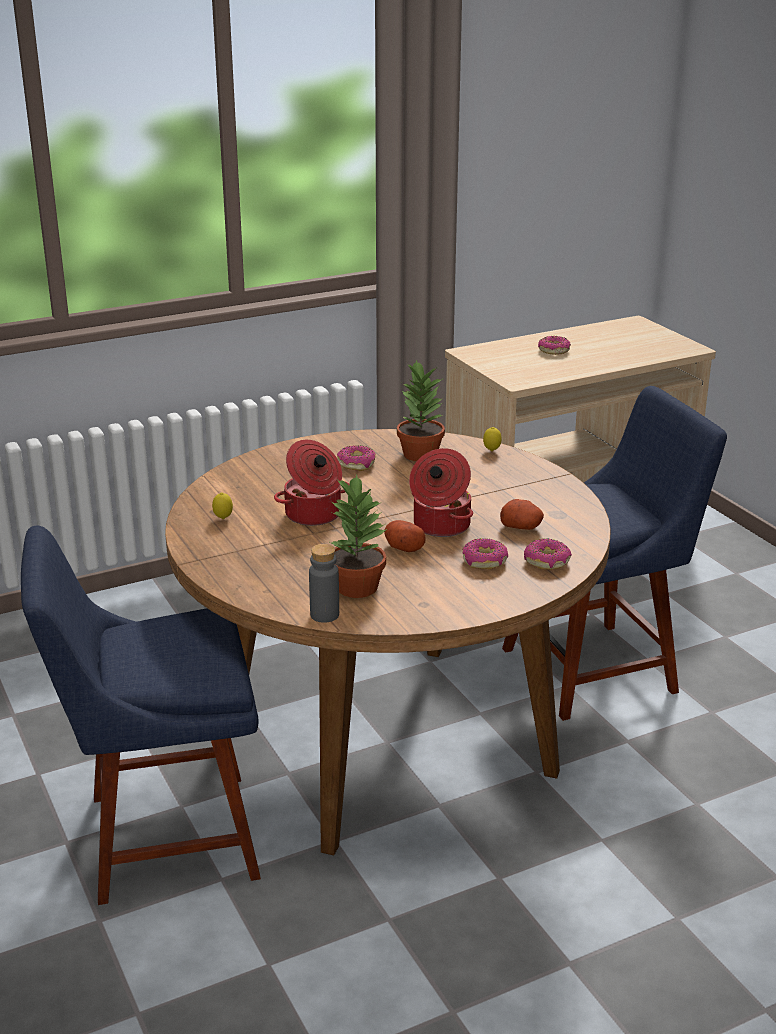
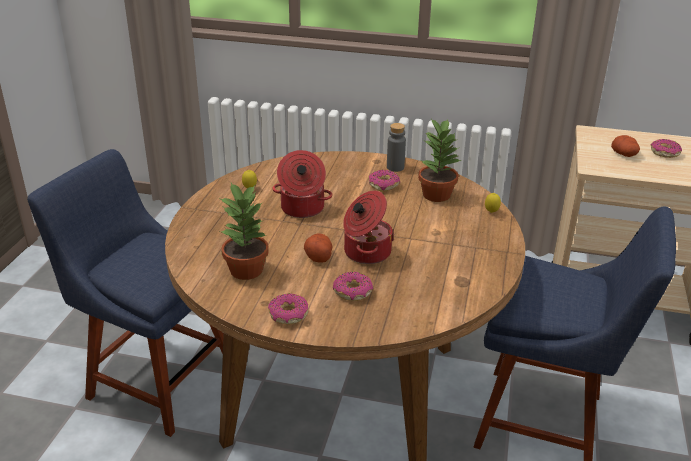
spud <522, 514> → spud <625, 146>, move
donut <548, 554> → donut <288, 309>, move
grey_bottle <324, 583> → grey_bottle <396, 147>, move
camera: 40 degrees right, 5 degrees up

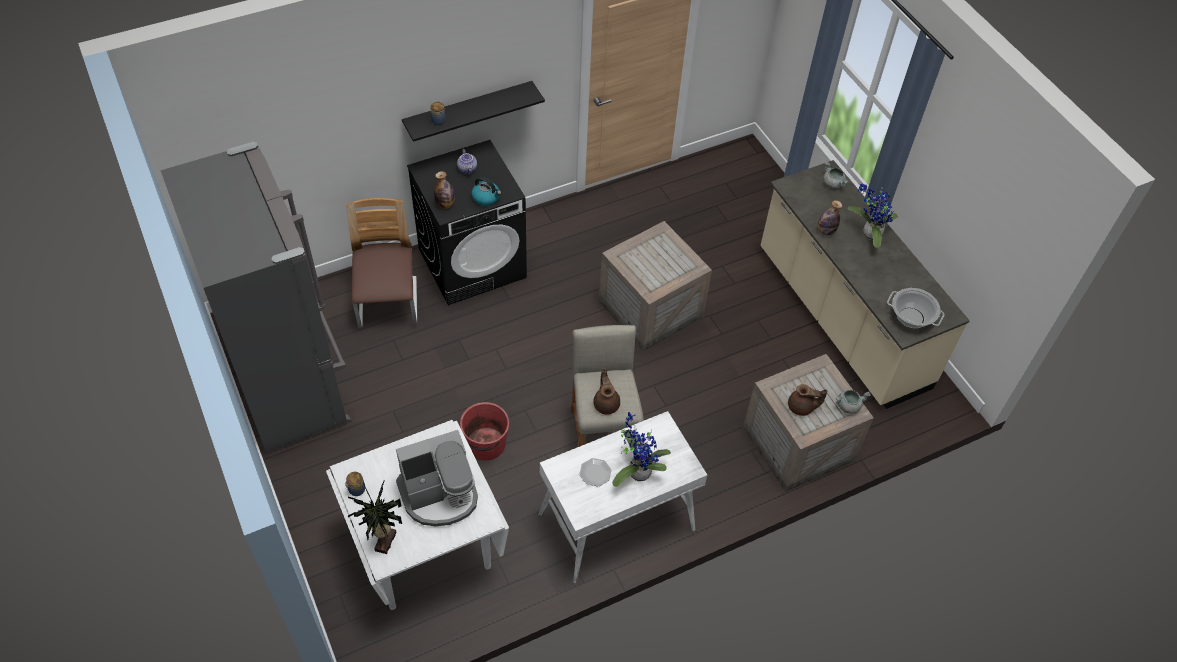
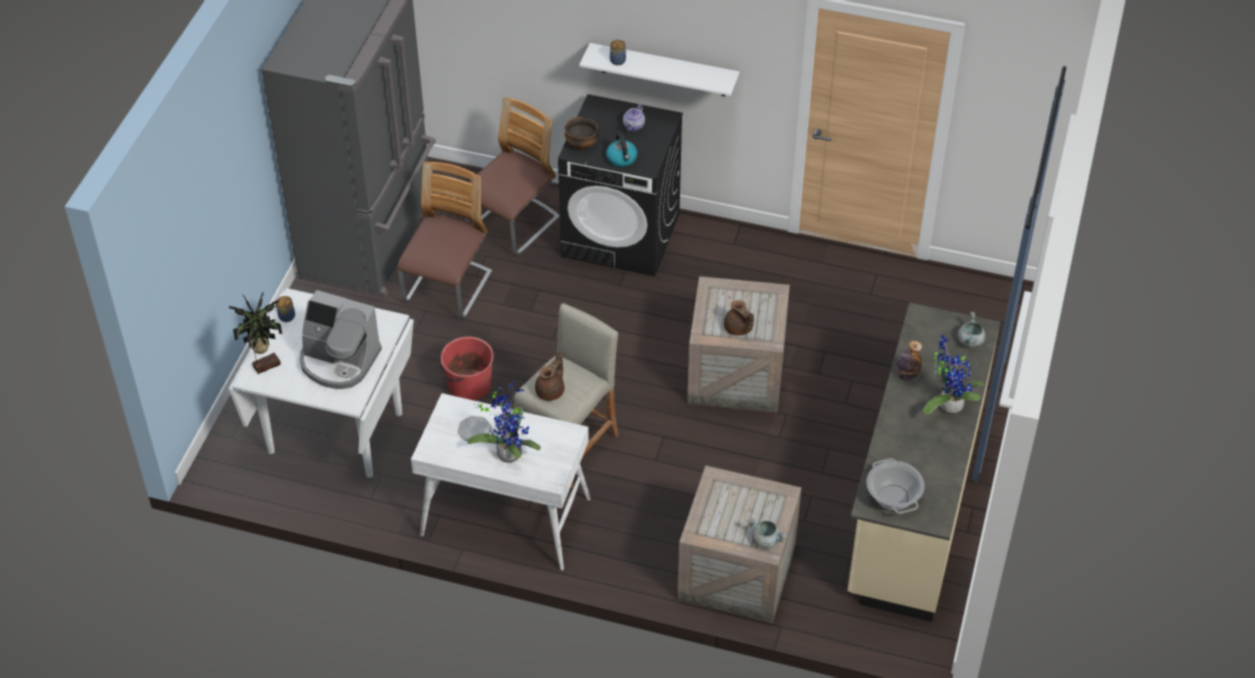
black-coloured_shelf <473, 111> → whitish_shelf <659, 69>
bottle <444, 190> → serving_bowl <582, 133>
brown_teapot <808, 400> → brown_teapot <739, 318>, move
- → plain_chair <444, 240>
camera: 45 degrees right, 5 degrees down

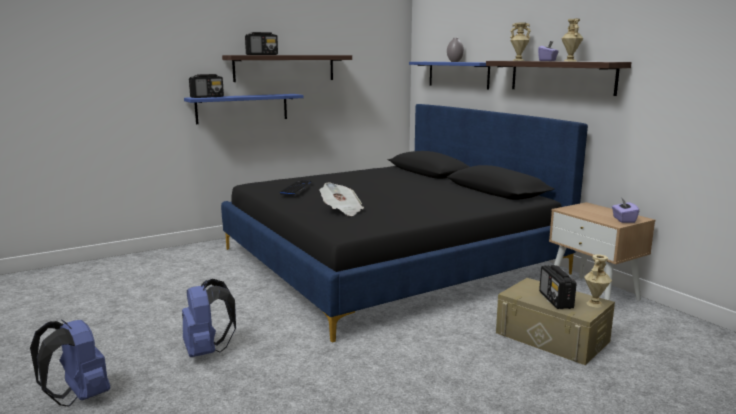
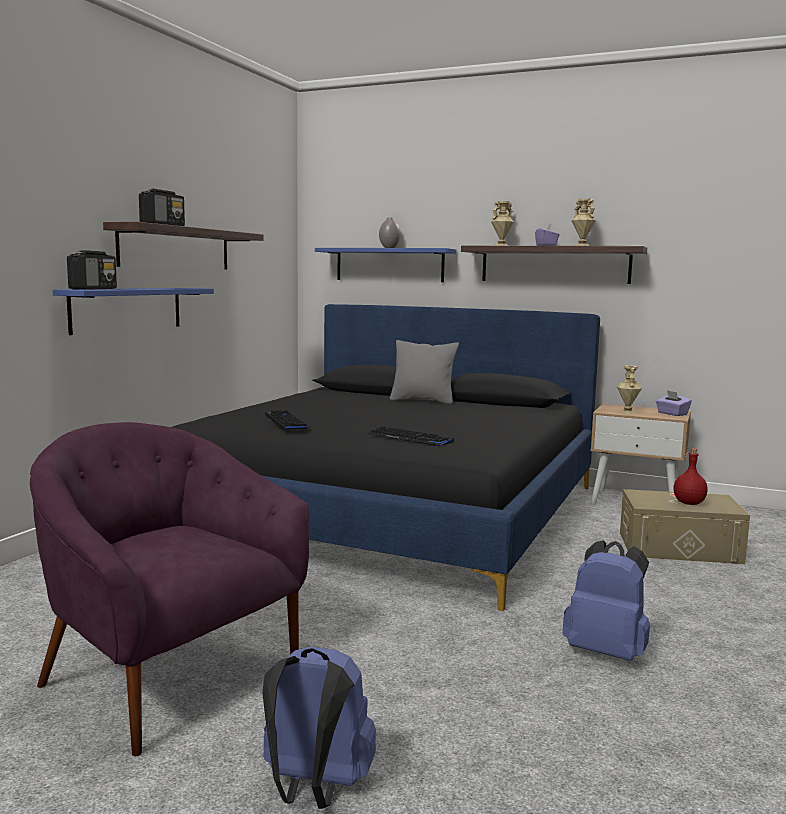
newspaper <341, 199> → PC_keyboard <410, 436>
beige-coloured_flower_vase <598, 281> → beige-coloured_flower_vase <629, 389>, move
radio <558, 287> → red-coloured_bottle <691, 477>
bluish_backpack <209, 318> → bluish_backpack <606, 600>, move
- → grey_throw_pillow <424, 372>
- → purple-coloured_armchair <170, 589>
camera: 35 degrees left, 5 degrees down

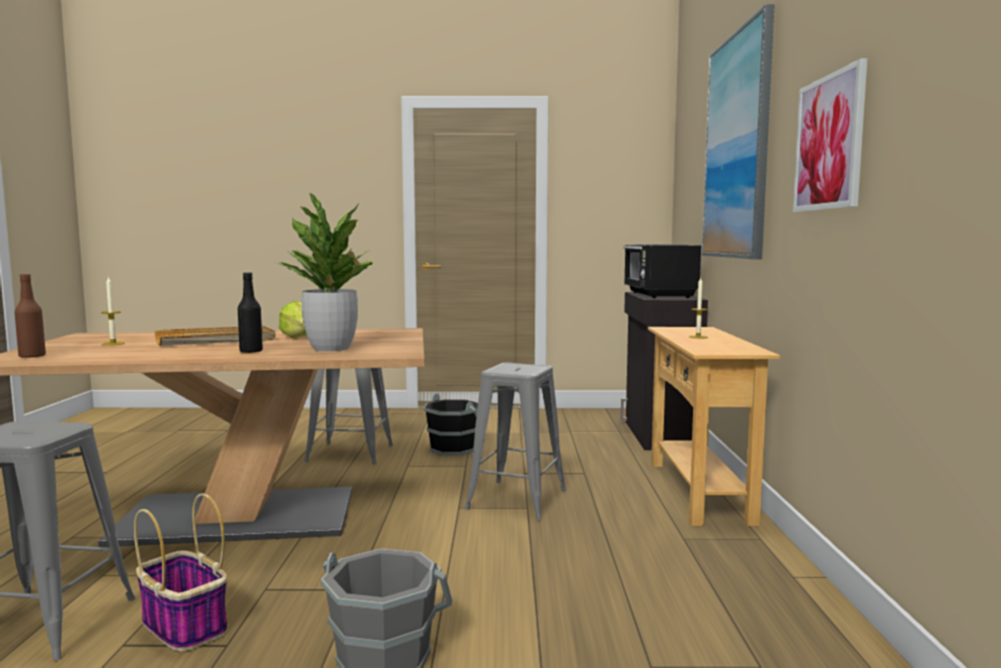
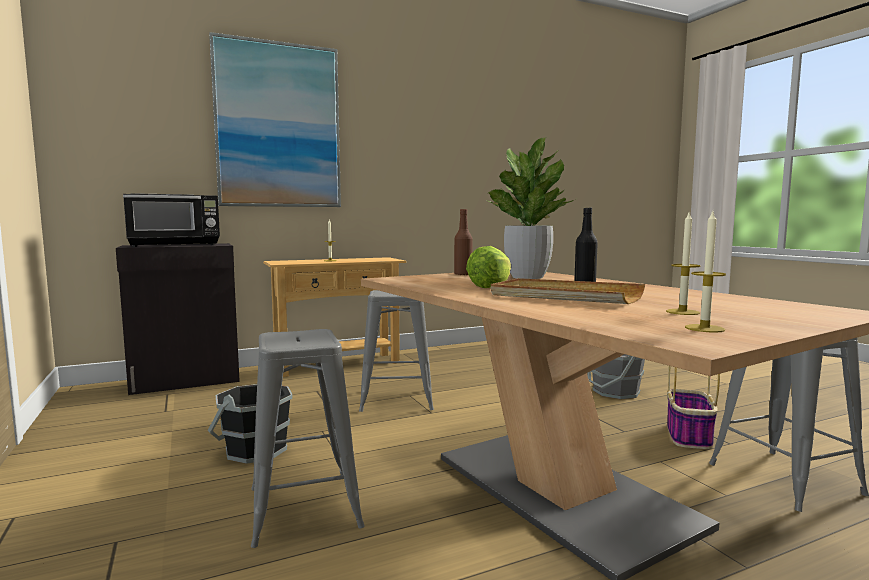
wall_picture <830, 135> → -
brown_bottle <30, 316> → brown_bottle <463, 242>, move
- → wax_candle <705, 272>
camera: 115 degrees left, 0 degrees up

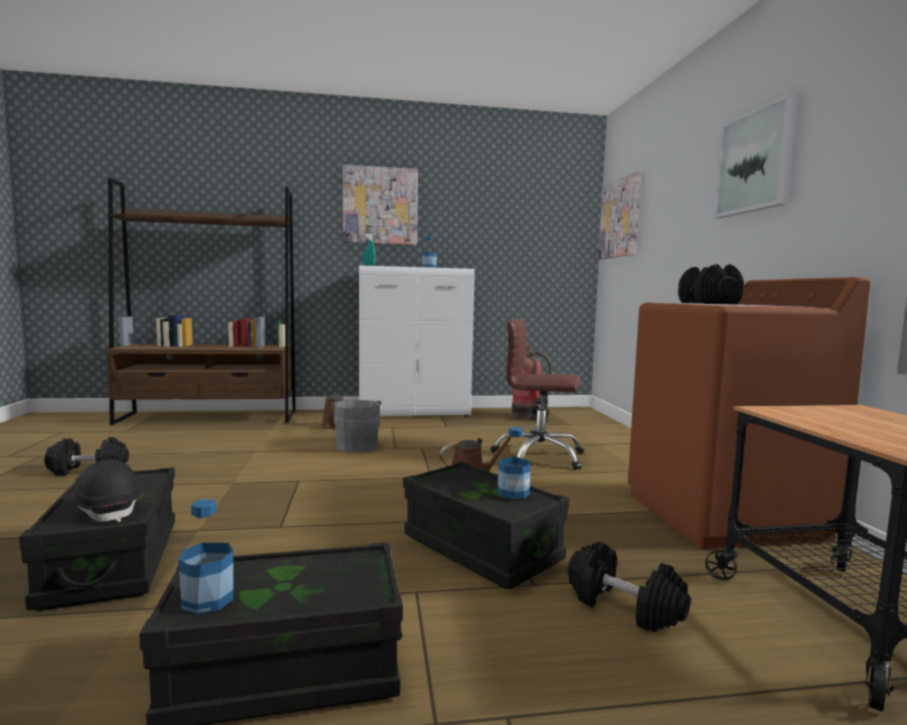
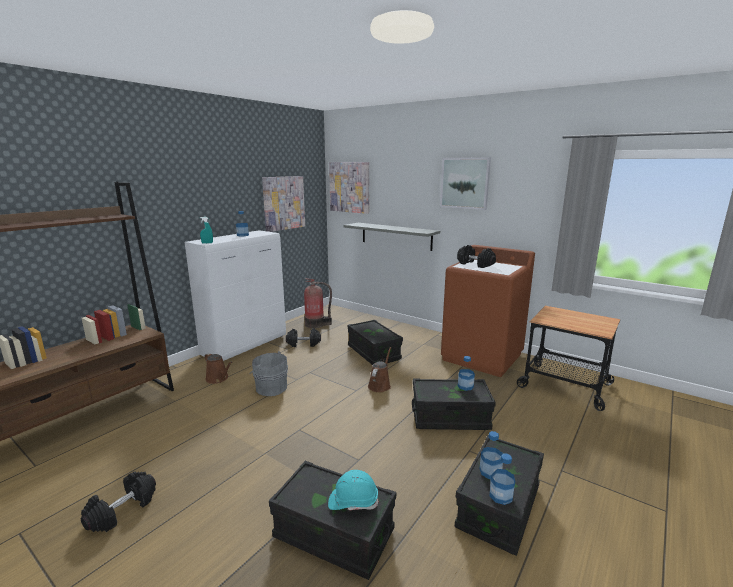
wall_picture <380, 205> → wall_picture <283, 204>, move
brown_desk_chair <537, 394> → black-coloured_storage_bin <375, 342>
black-coloured_hard_hat <107, 491> → turquoise-coloured_hard_hat <353, 490>
black-coloured_free_weight <629, 587> → black-coloured_free_weight <303, 337>, move
- → grey_shelf <392, 237>
- → bottle <491, 455>
camera: 45 degrees left, 10 degrees up

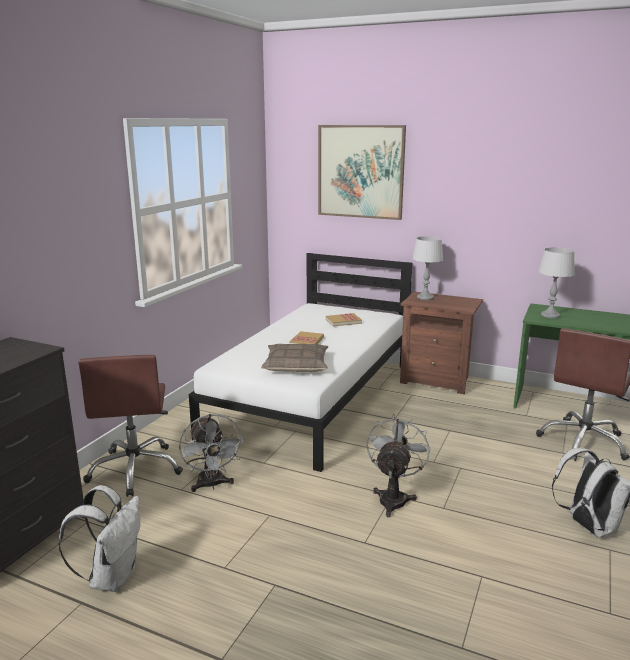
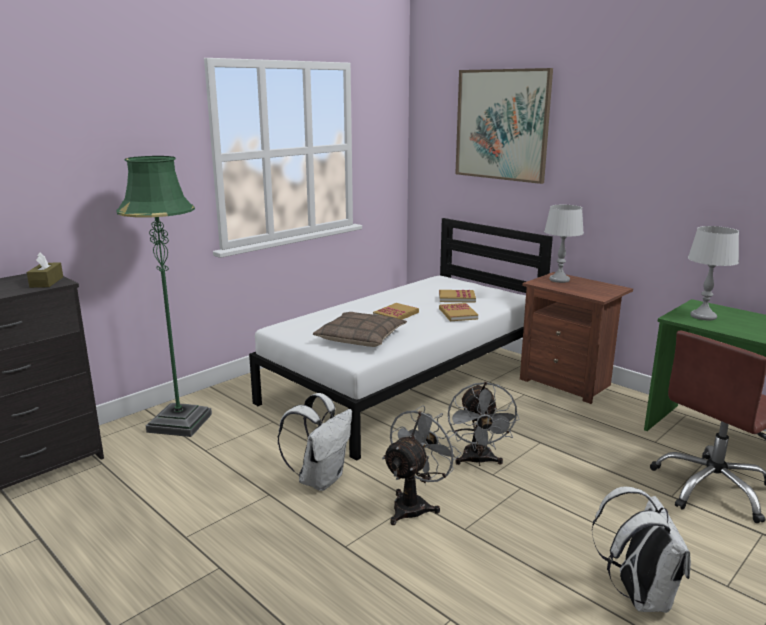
brown_desk_chair <130, 426> → greenish_floor_lamp <164, 296>
grey_fan <211, 453> → grey_fan <483, 424>, move
whitish_backpack <99, 538> → whitish_backpack <315, 442>, move
- → brown_box_of_tissues <45, 270>
- → volume <458, 312>
camera: 20 degrees right, 0 degrees up

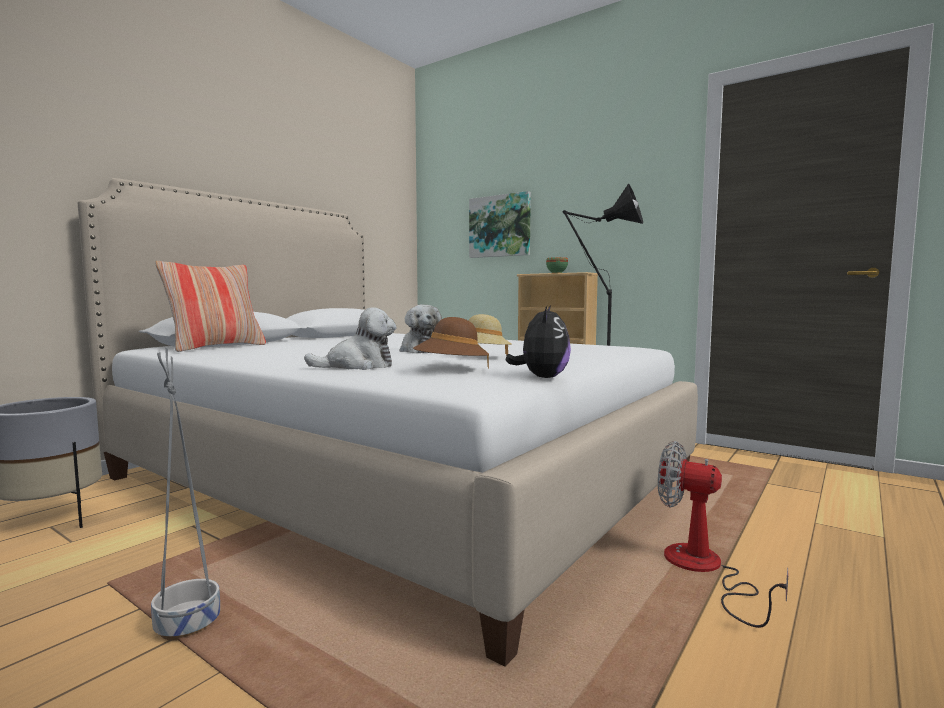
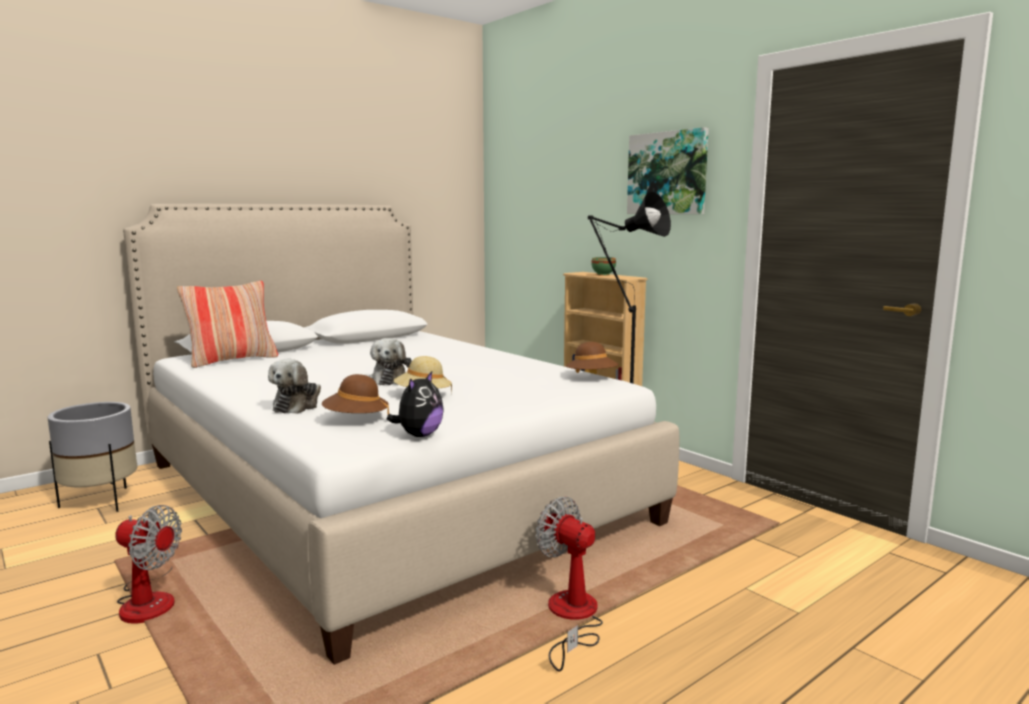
wall_picture <500, 224> → wall_picture <668, 170>, move
soft_toy <350, 339> → soft_toy <294, 386>, 105 degrees clockwise
grey_planter <185, 494> → fan <148, 564>
- → brown_clothing_hat <592, 357>
camera: 15 degrees right, 5 degrees up

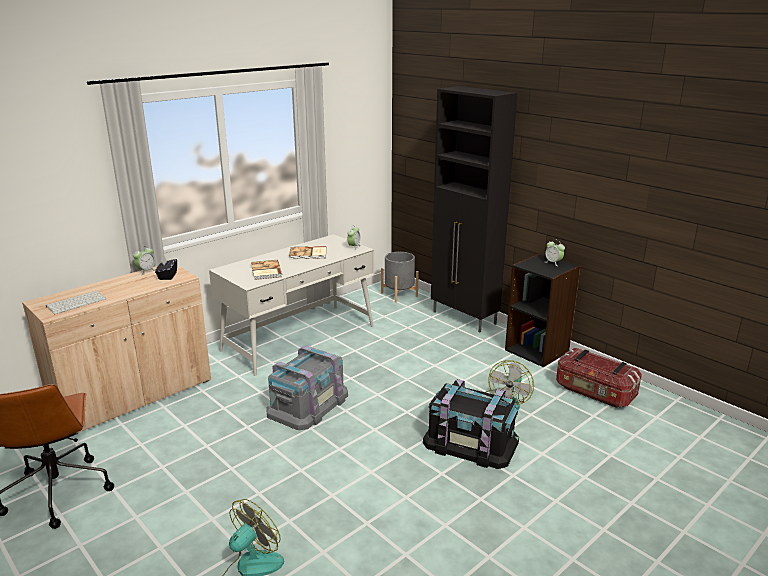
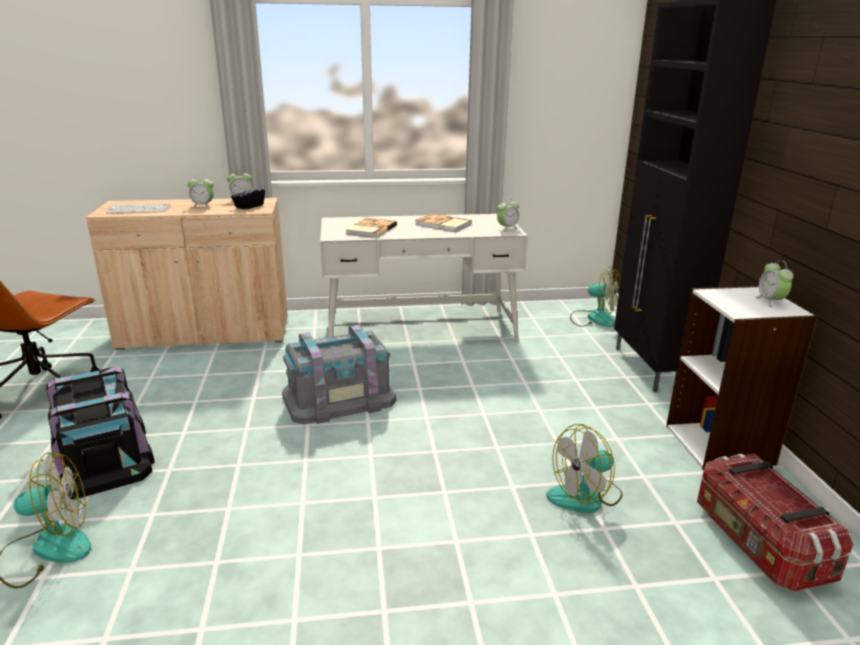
grey_planter <400, 277> → fan <595, 297>
black-coloured_shelving_unit <542, 310> → whitish_shelving_unit <741, 378>
black-coloured_storage_bin <471, 424> → black-coloured_storage_bin <100, 433>, move
- → table_clock <200, 191>
camera: 35 degrees right, 0 degrees up

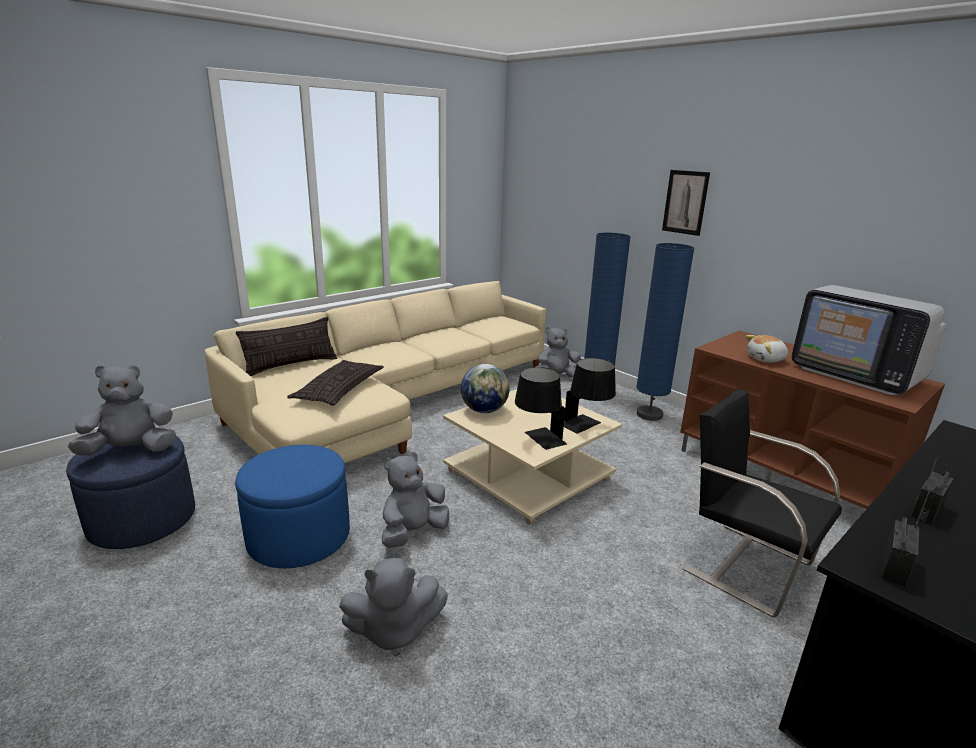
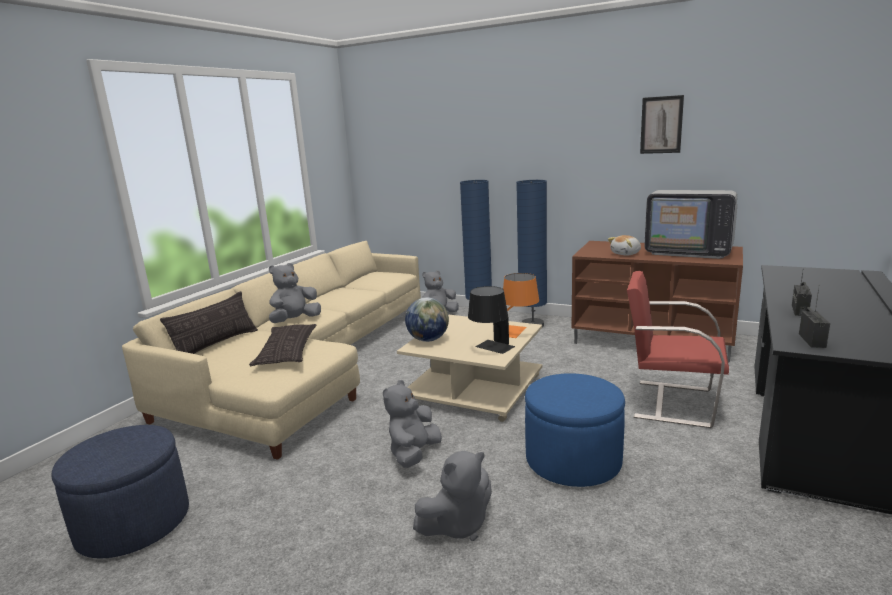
wall_picture <686, 203> → wall_picture <662, 124>, move
black-coloured_tabletop_lamp <590, 396> → orangey_tabletop_lamp <521, 305>
grey_soft_toy <122, 410> → grey_soft_toy <295, 293>, move
black-coloured_plain_chair <762, 503> → red-coloured_plain_chair <678, 349>
bluish_pouffe <292, 506> → bluish_pouffe <575, 430>, move
camera: 20 degrees left, 5 degrees down

